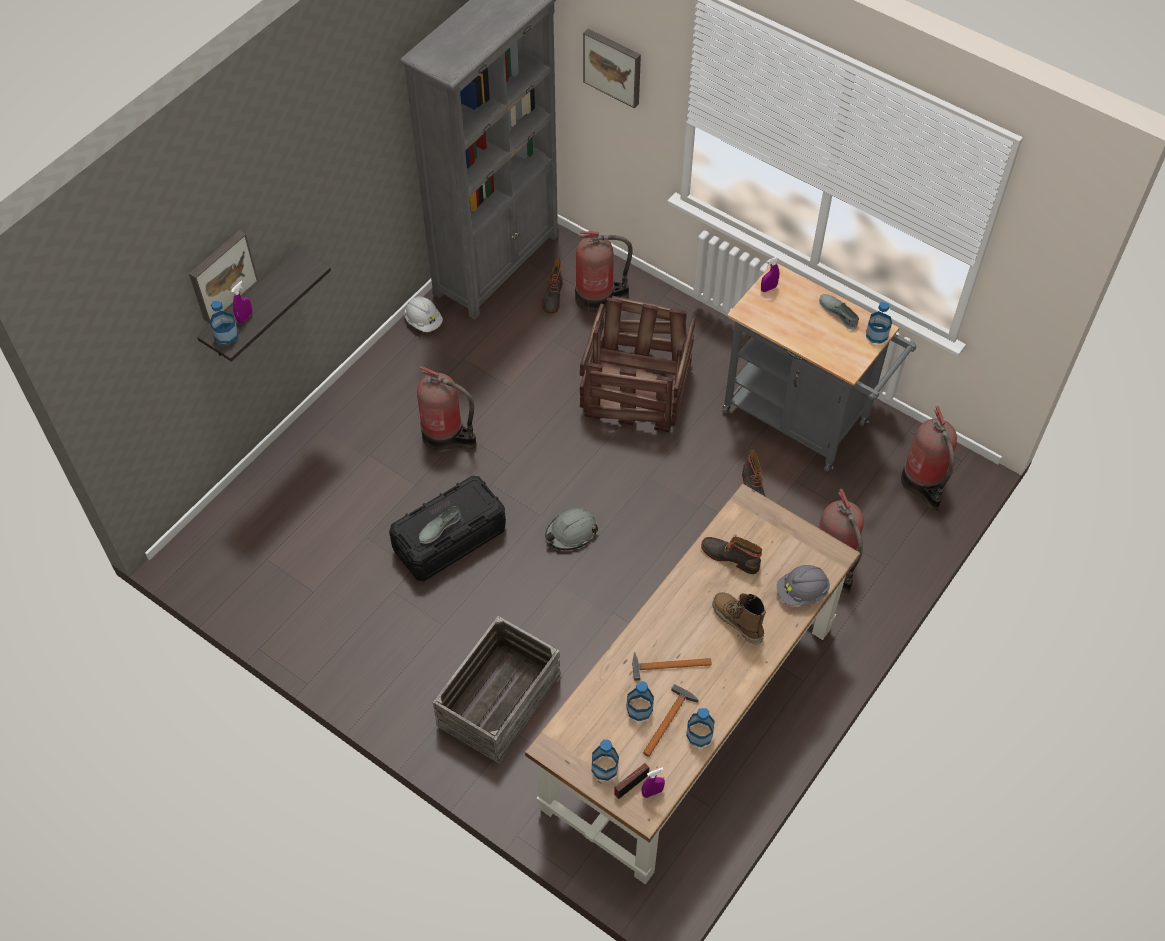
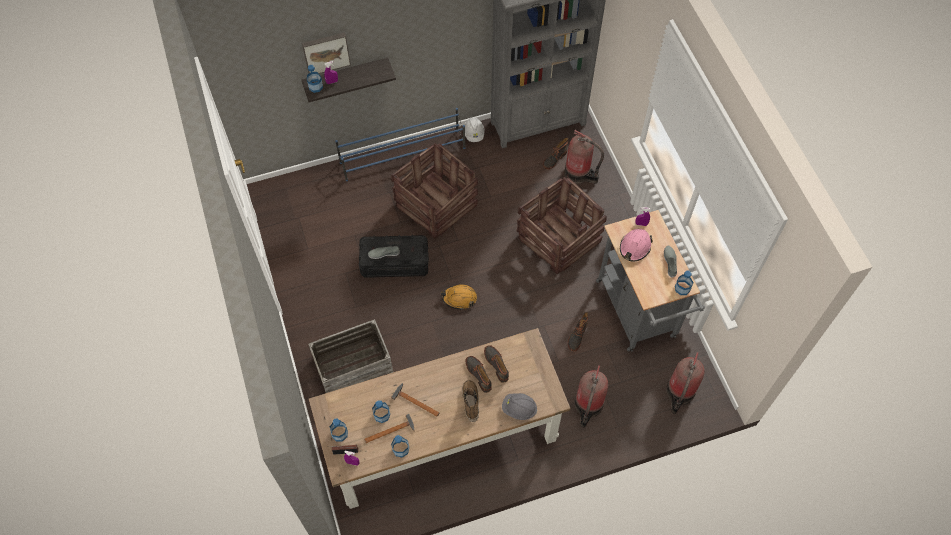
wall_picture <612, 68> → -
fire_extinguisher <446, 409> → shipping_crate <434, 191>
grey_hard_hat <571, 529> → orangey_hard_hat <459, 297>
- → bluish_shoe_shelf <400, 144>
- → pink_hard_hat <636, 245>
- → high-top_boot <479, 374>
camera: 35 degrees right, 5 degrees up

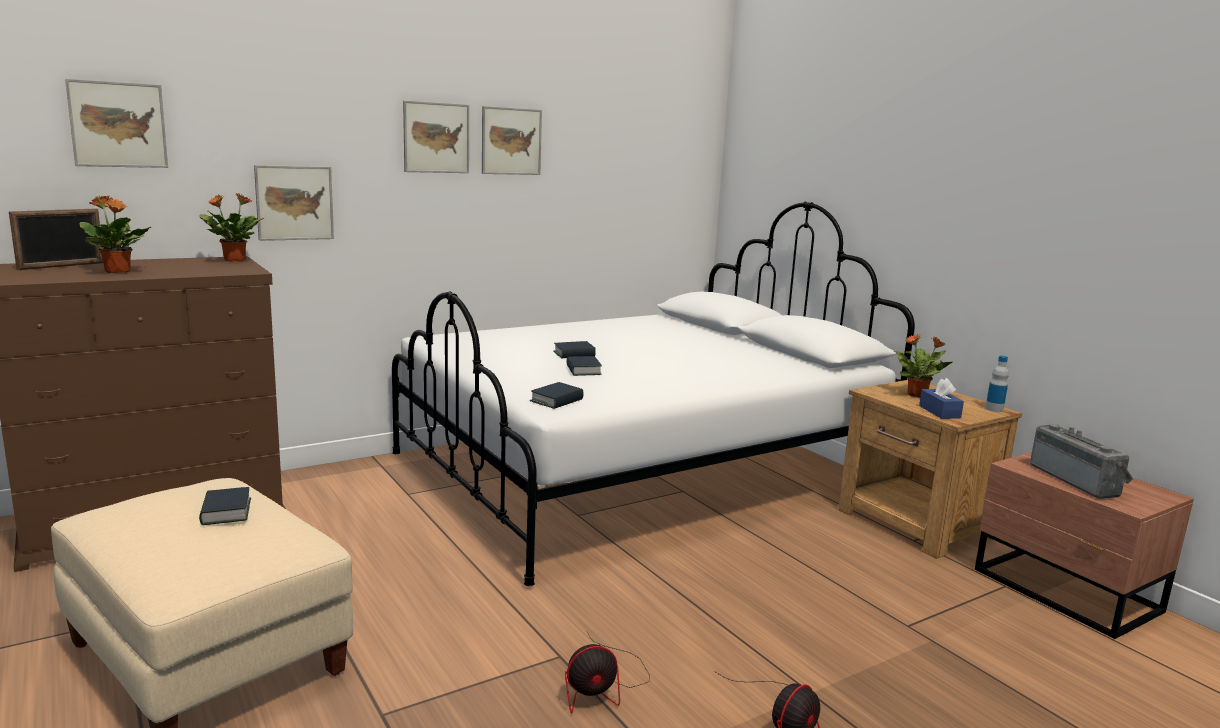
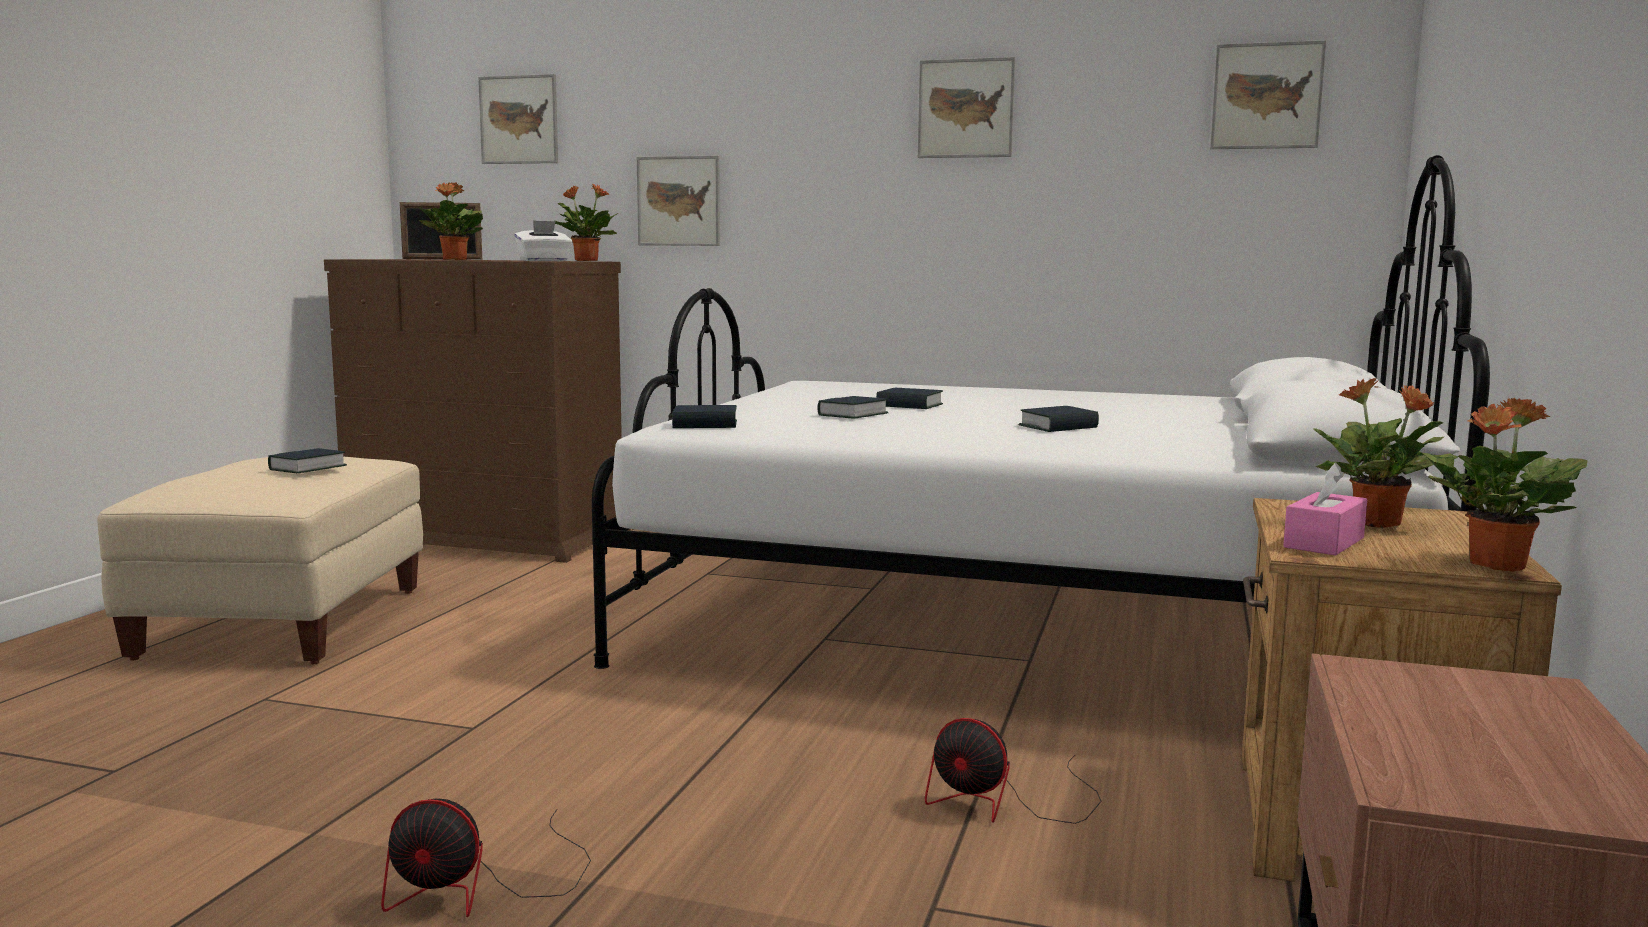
wall_picture <436, 137> → wall_picture <1268, 94>, move
bottle <997, 383> → plant_in_a_pot <1505, 484>
bluish_box_of_tissues <941, 398> → pink_box_of_tissues <1325, 509>
radio <1081, 461> → -
fan <607, 673> → fan <1013, 771>, move
- → whitish_box_of_tissues <543, 240>
- → volume <1058, 419>
camera: 50 degrees right, 5 degrees down

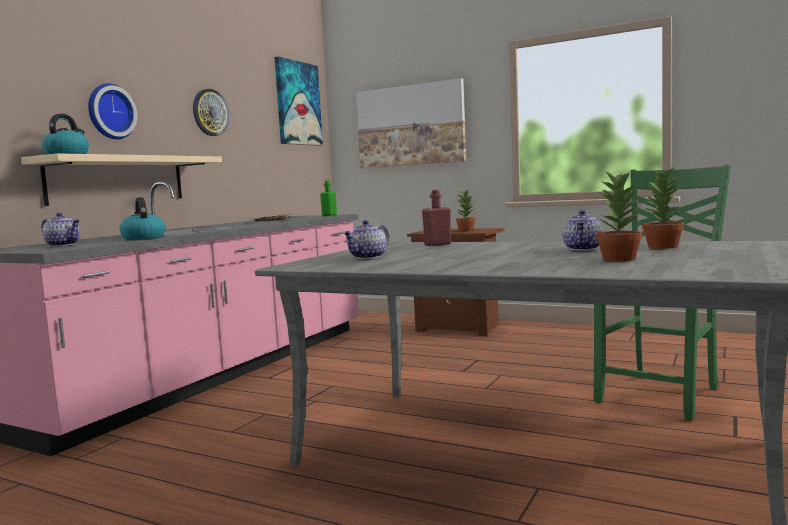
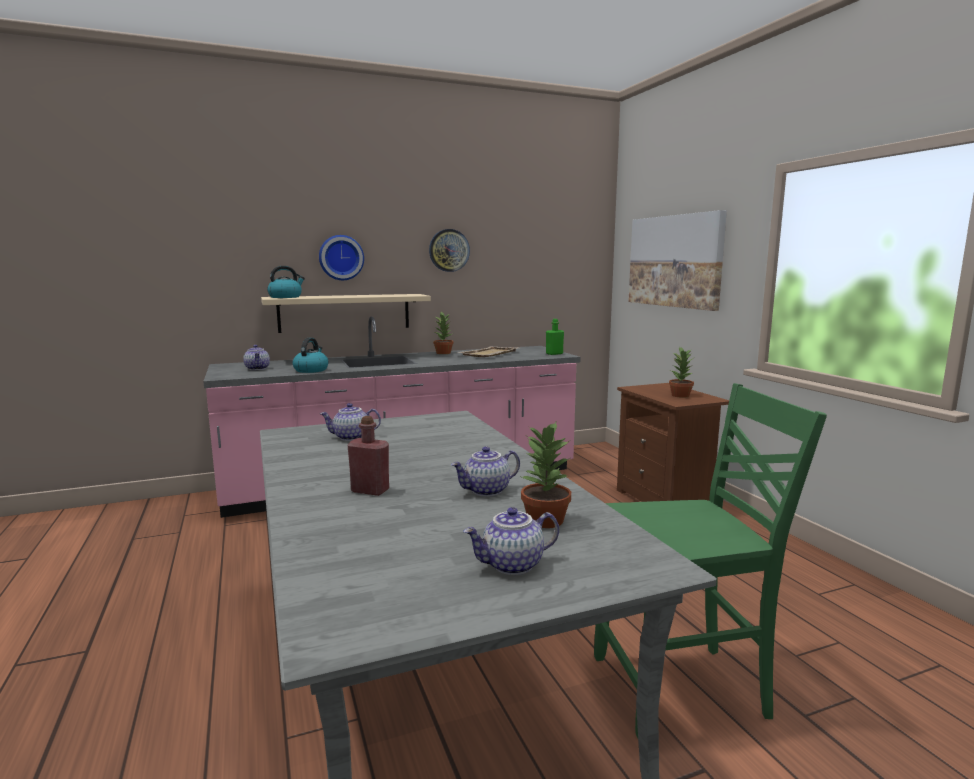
wall_picture <299, 101> → -
plant_in_a_pot <619, 216> → plant_in_a_pot <443, 332>, move
red-coloured_bottle <436, 218> → red-coloured_bottle <368, 456>, move
- → teapot <511, 541>
camera: 40 degrees right, 5 degrees up

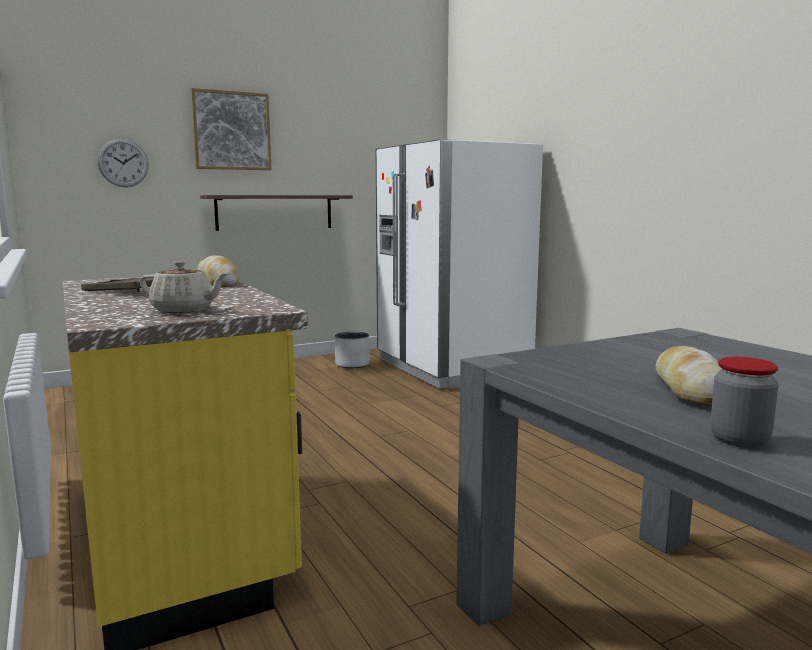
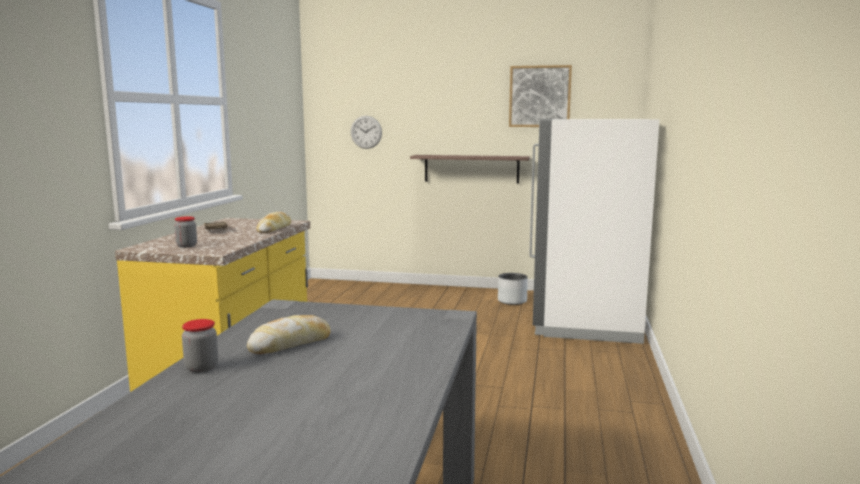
wall_picture <231, 129> → wall_picture <540, 96>, move
beige-coloured_teapot <184, 287> → storage_jar <186, 232>
camera: 40 degrees right, 0 degrees up

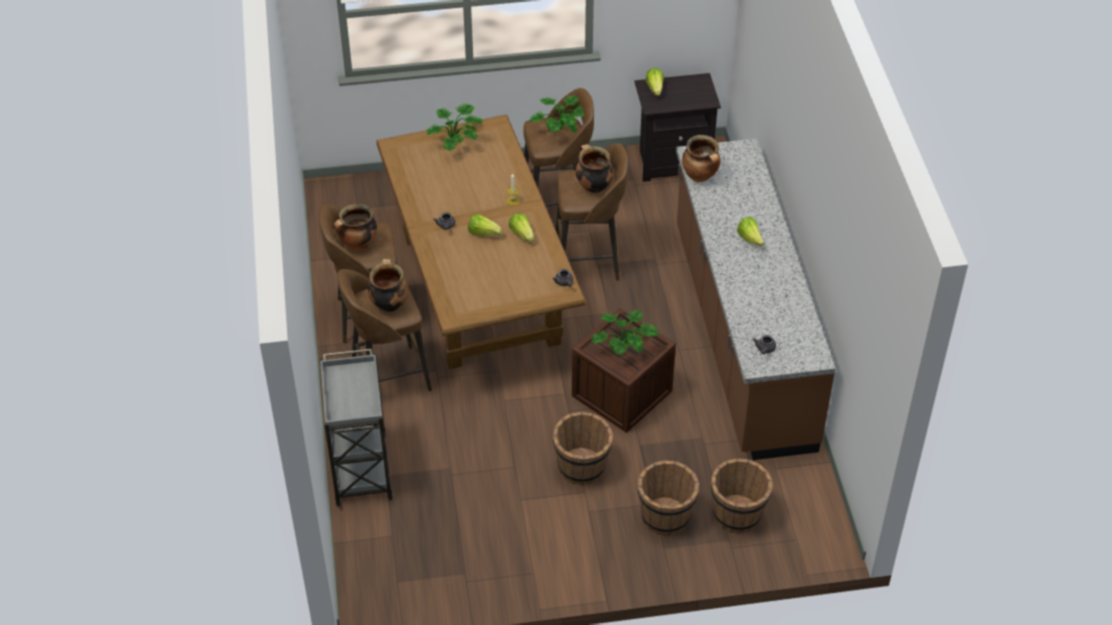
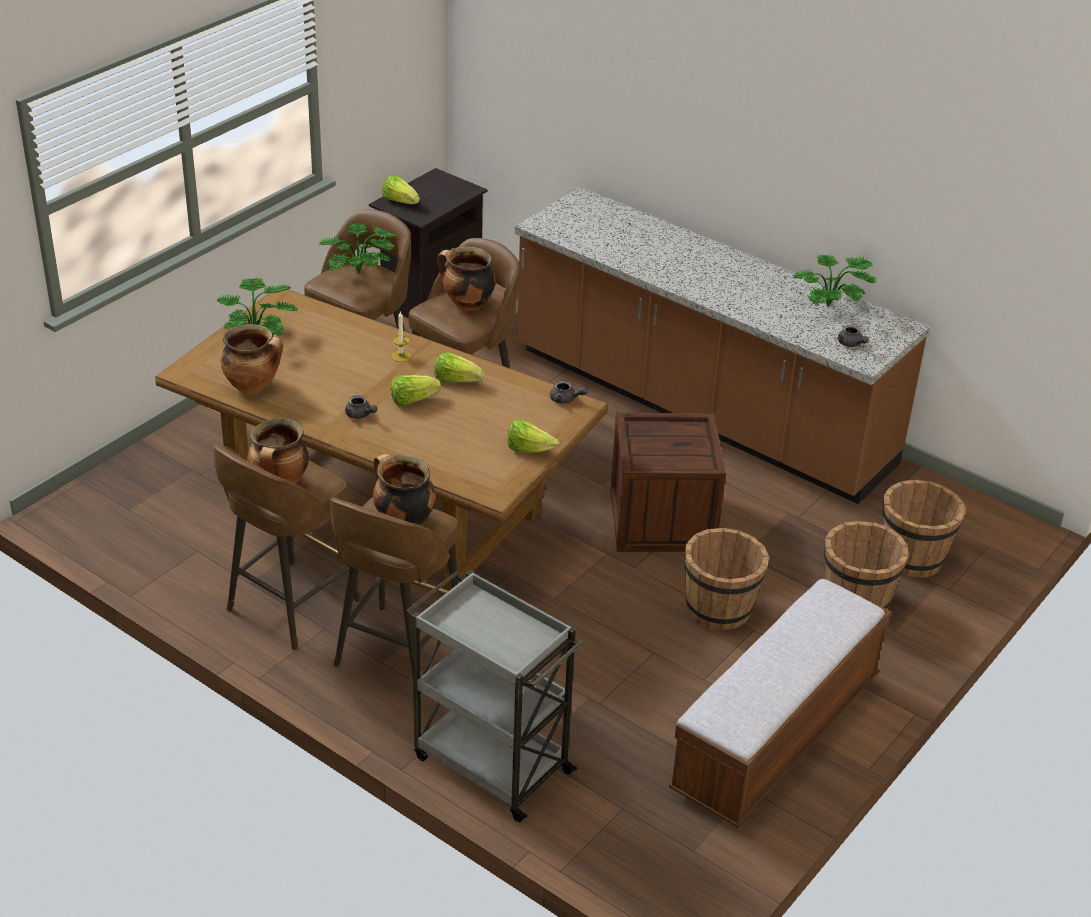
stockpot <701, 158> → stockpot <252, 359>, move
lettuce <750, 231> → lettuce <533, 435>, move
plant_in_a_pot <625, 332> → plant_in_a_pot <834, 280>, move
- → long_seat <780, 703>
camera: 45 degrees left, 10 degrees down

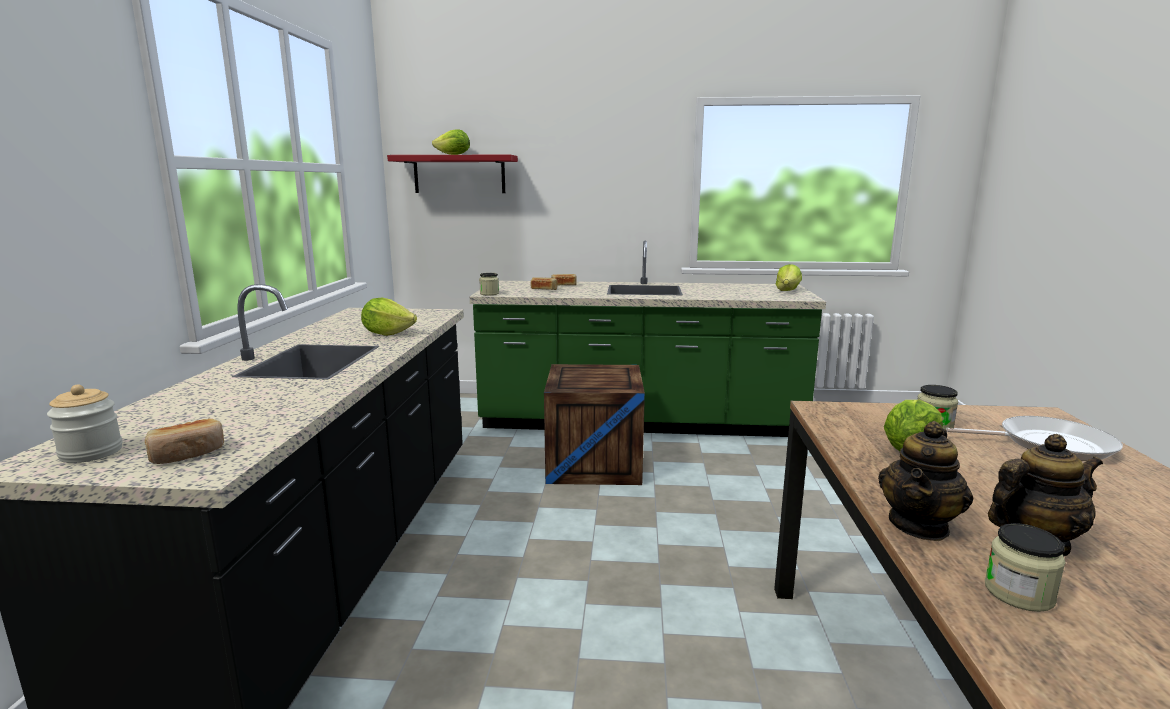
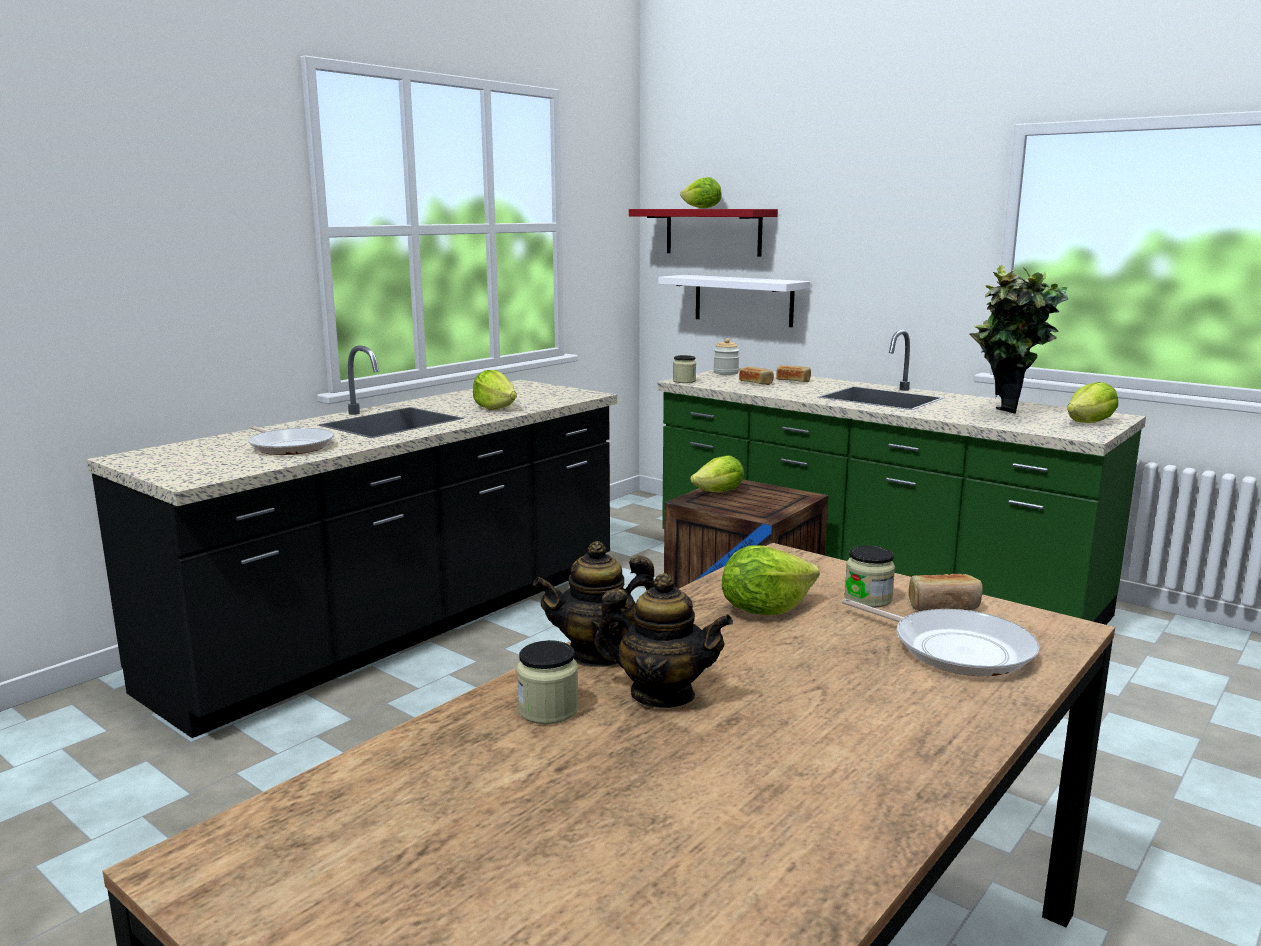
storage_jar <84, 424> → storage_jar <726, 356>, move
bakery_bread <184, 441> → bakery_bread <945, 592>, move
- → plant_in_a_pot <1019, 339>
- → whitish_shelf <734, 301>
- → pan <291, 440>
- → lettuce <717, 473>
camera: 35 degrees right, 0 degrees up

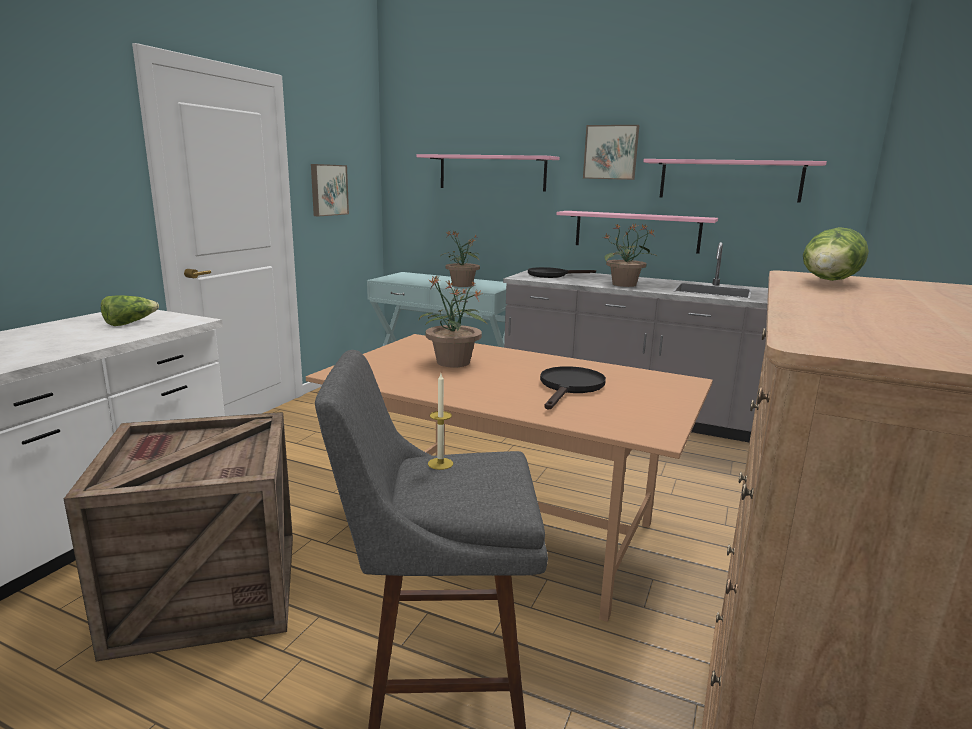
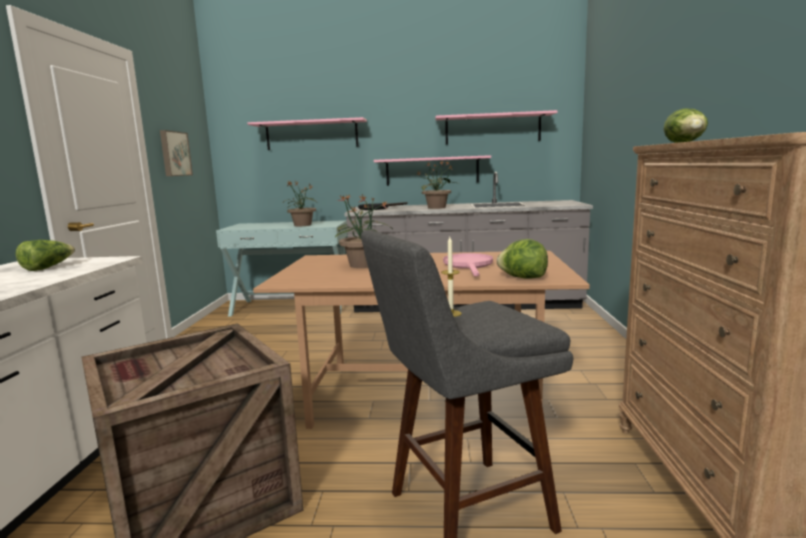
wall_picture <611, 152> → -
black-coloured_pan <573, 388> → pink_pan <468, 265>
- → lettuce <522, 259>
camera: 20 degrees left, 5 degrees down

